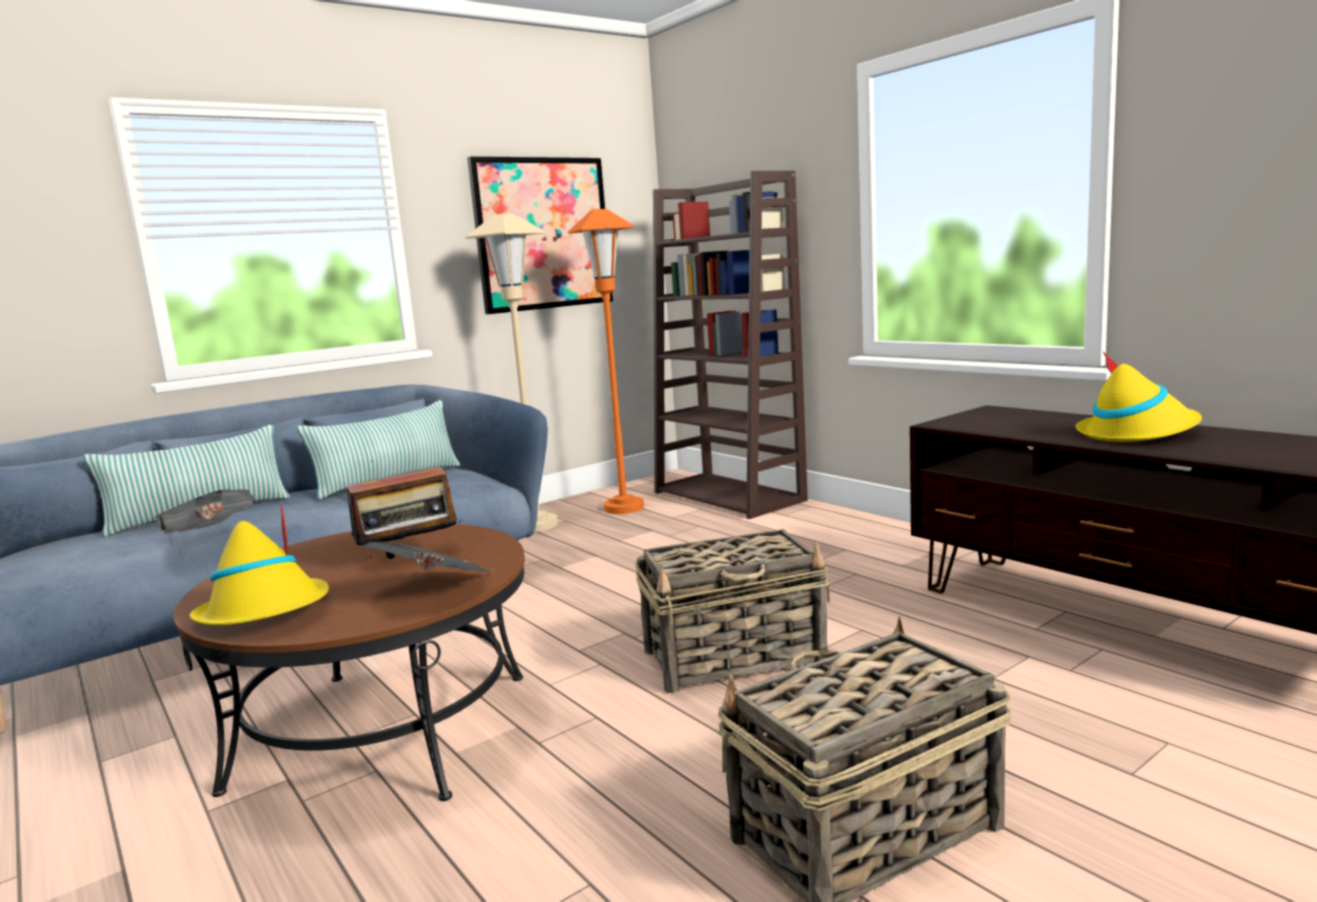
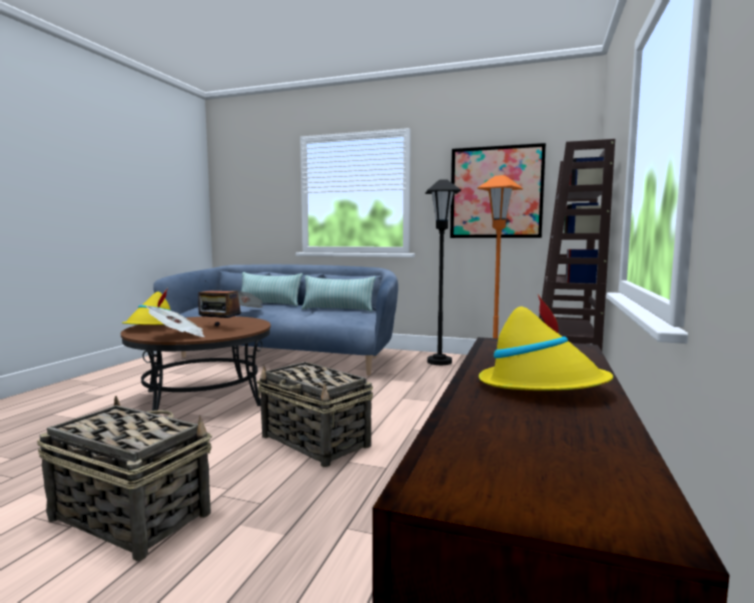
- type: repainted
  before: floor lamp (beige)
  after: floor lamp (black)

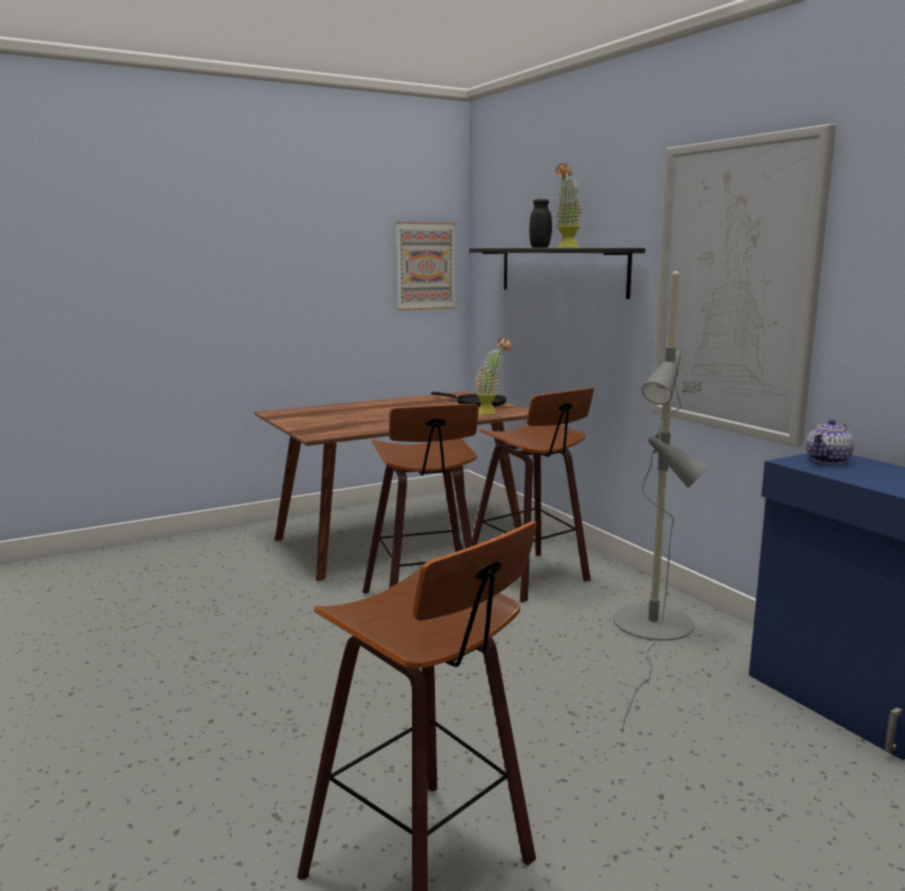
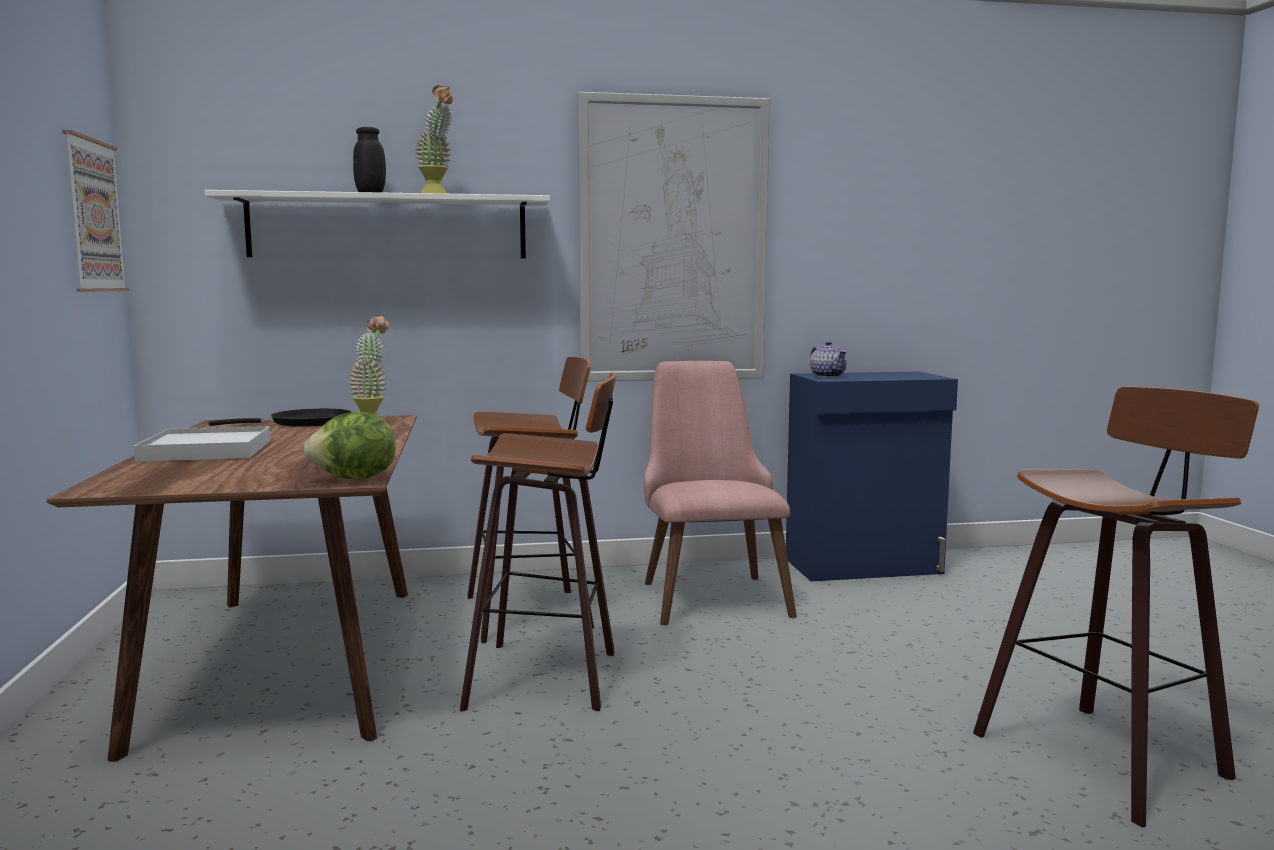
- type: repainted
  before: shelf (black)
  after: shelf (white)
- type: swapped
  before: floor lamp (grey)
  after: chair (pink)
- type: new
  after: tray (white)
- type: new
  after: lettuce

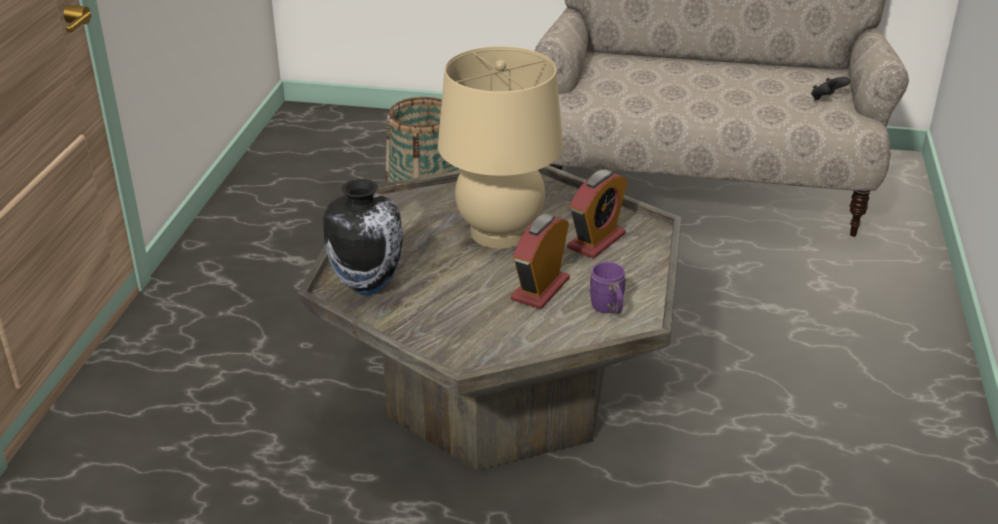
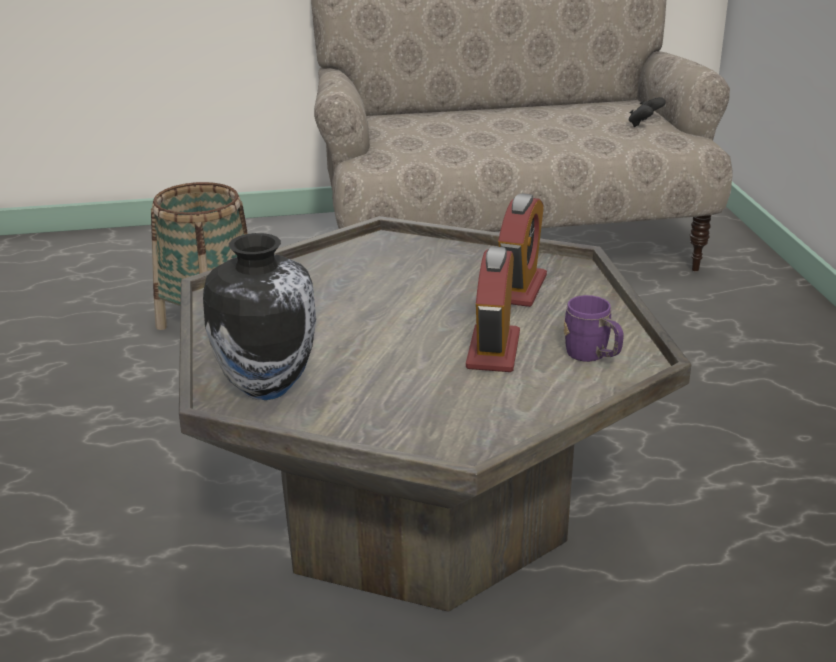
- type: gone
  before: table lamp (beige)

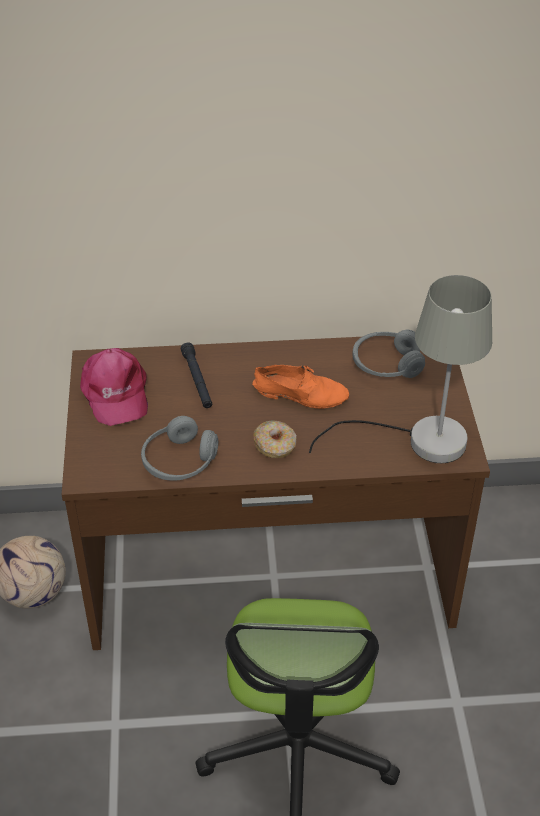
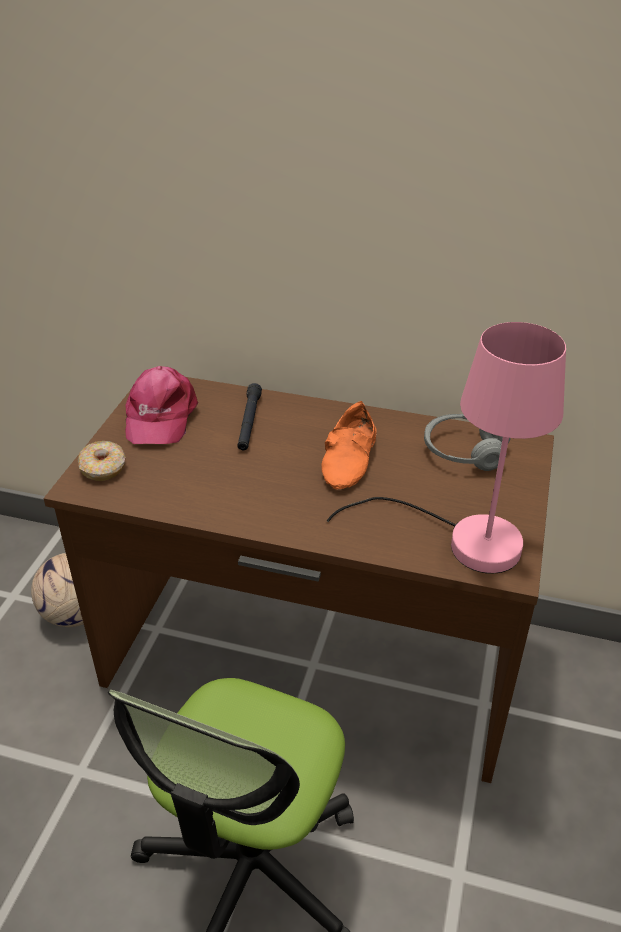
- type: gone
  before: headphones (grey) (no. 1 from left)
- type: rotated
  before: shoe (orange)
  turn: 75
- type: shifted
  before: donut
- type: repainted
  before: table lamp (grey)
  after: table lamp (pink)

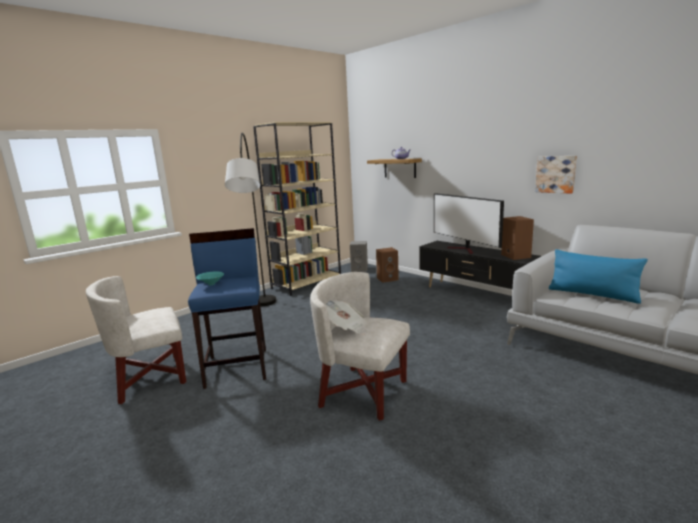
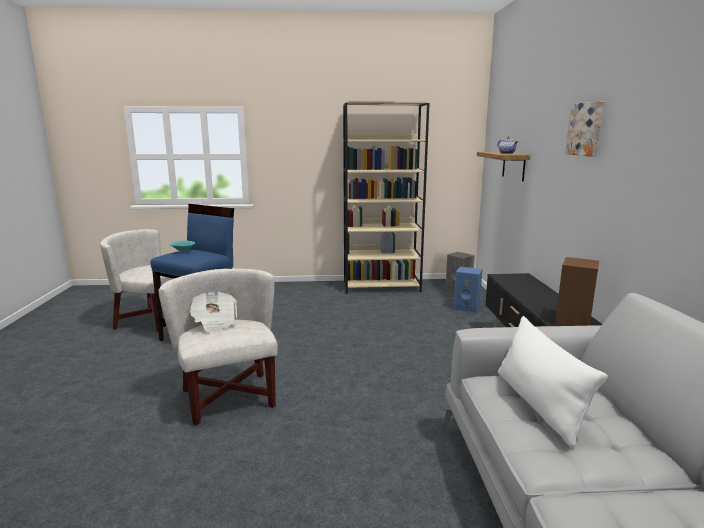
- type: gone
  before: floor lamp (grey)
- type: repainted
  before: speaker (brown) (no. 1 from left)
  after: speaker (blue)
- type: gone
  before: television
- type: shifted
  before: picture
- type: repainted
  before: pillow (blue)
  after: pillow (white)

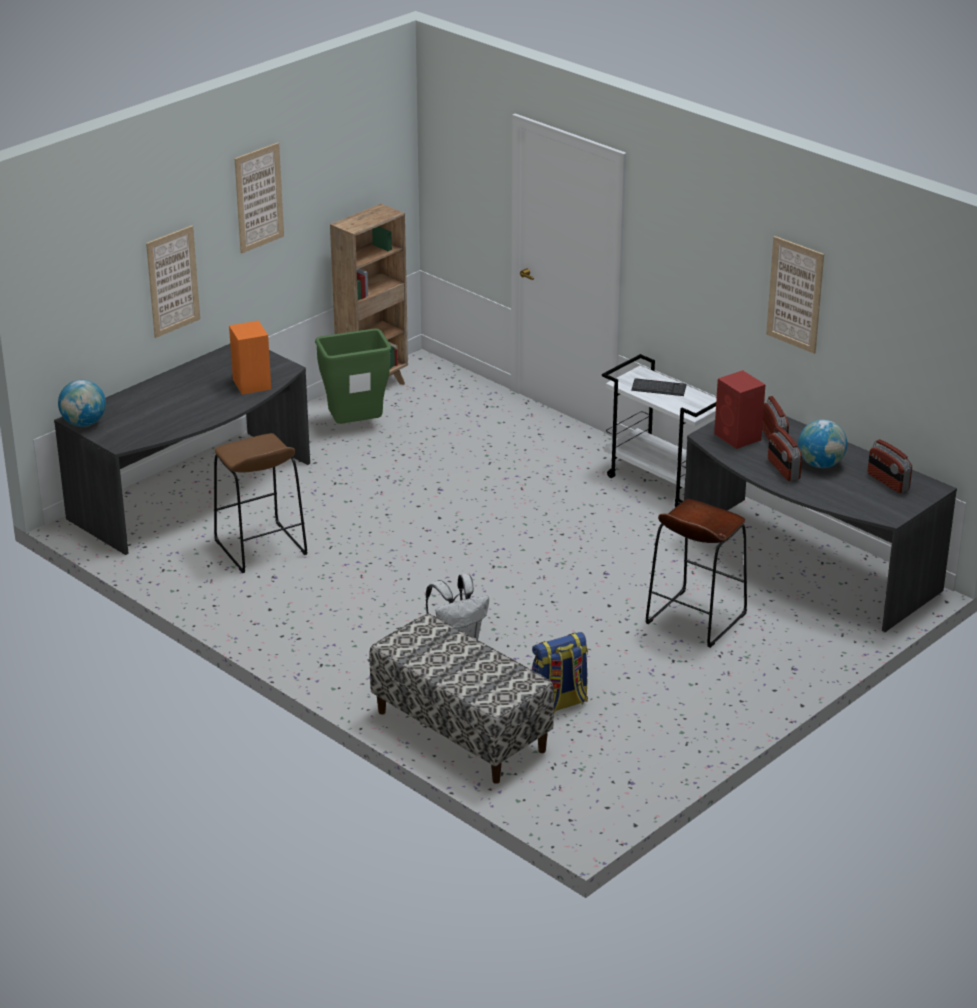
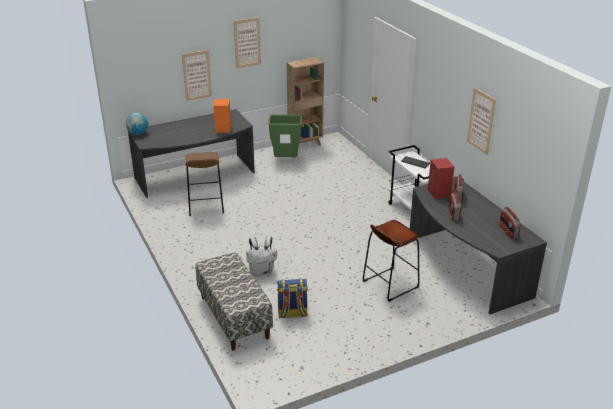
- type: gone
  before: globe (no. 2 from left)

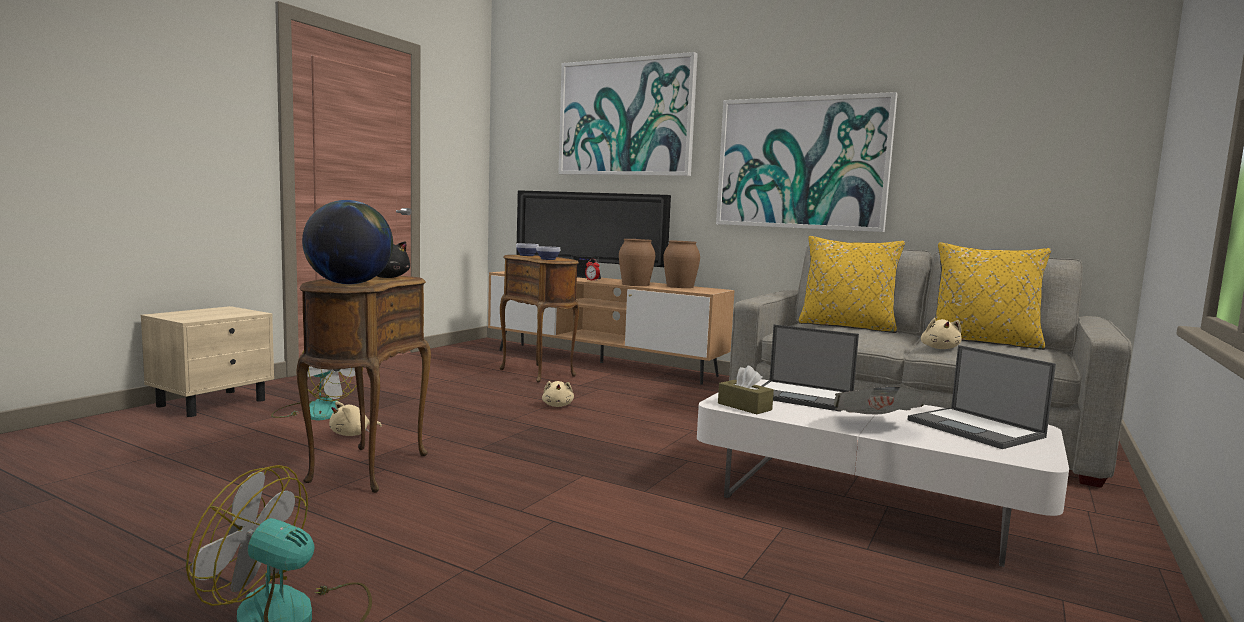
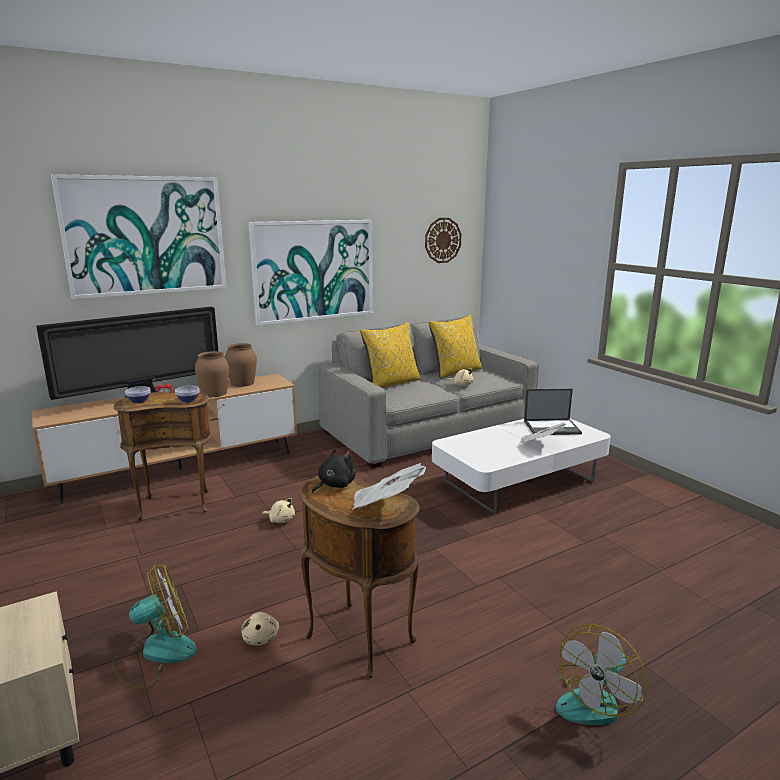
- type: swapped
  before: globe
  after: newspaper (no. 1 from left)
- type: gone
  before: tissue box (brown)
- type: gone
  before: laptop (no. 1 from left)
- type: new
  after: wall clock

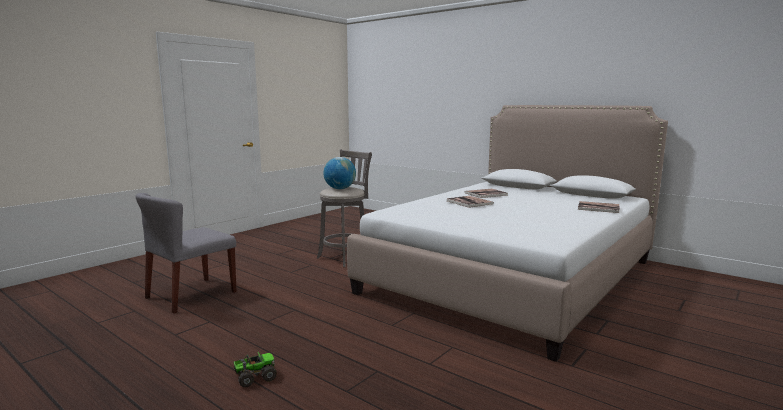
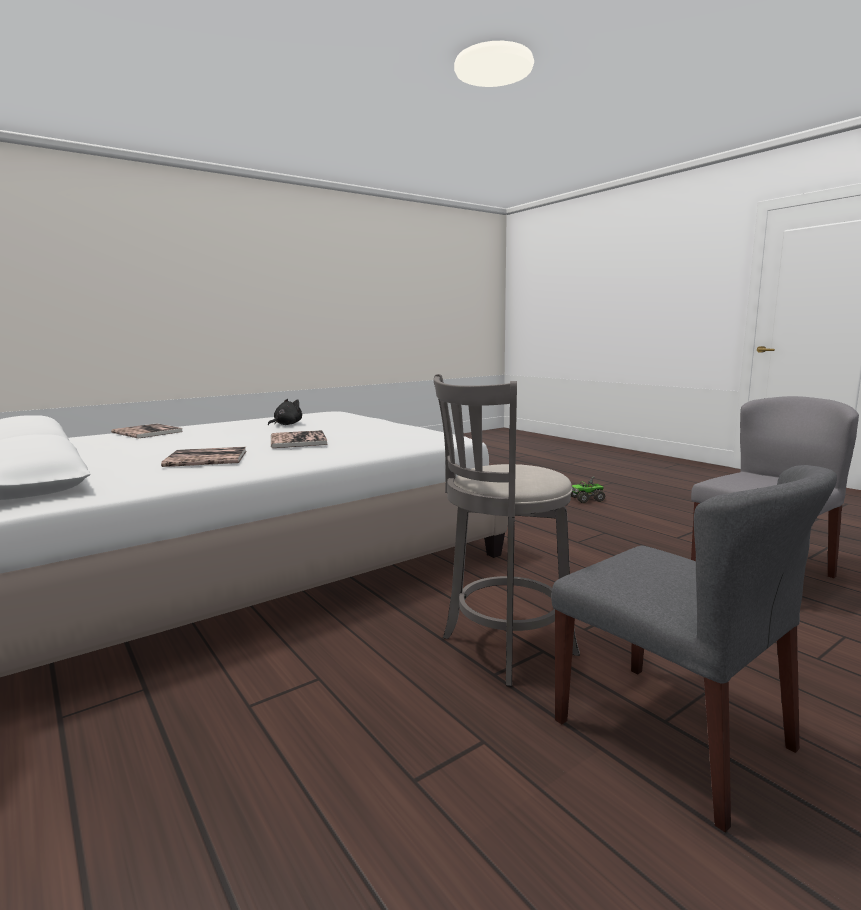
- type: gone
  before: globe
- type: new
  after: plush toy (black)
- type: new
  after: chair (grey) (no. 1 from left)

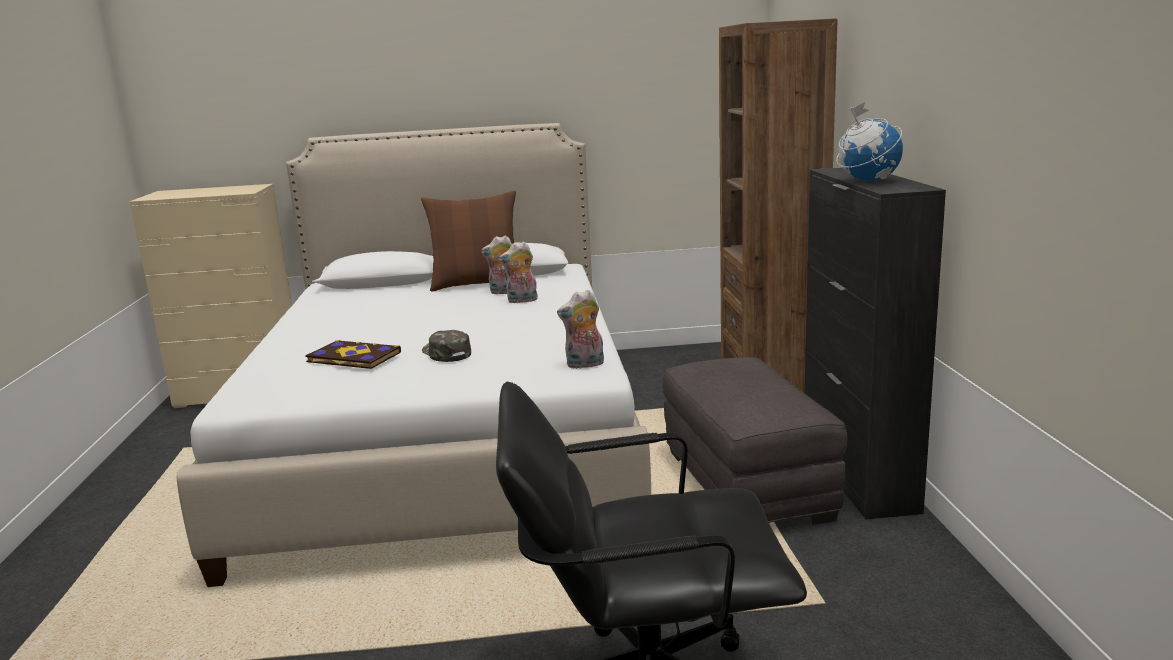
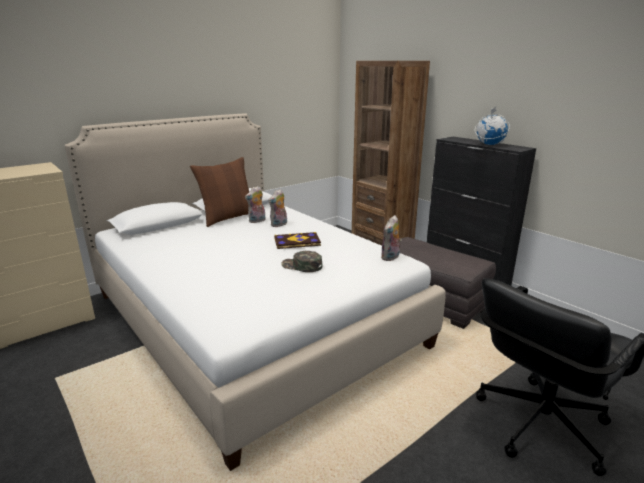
- type: shifted
  before: book

